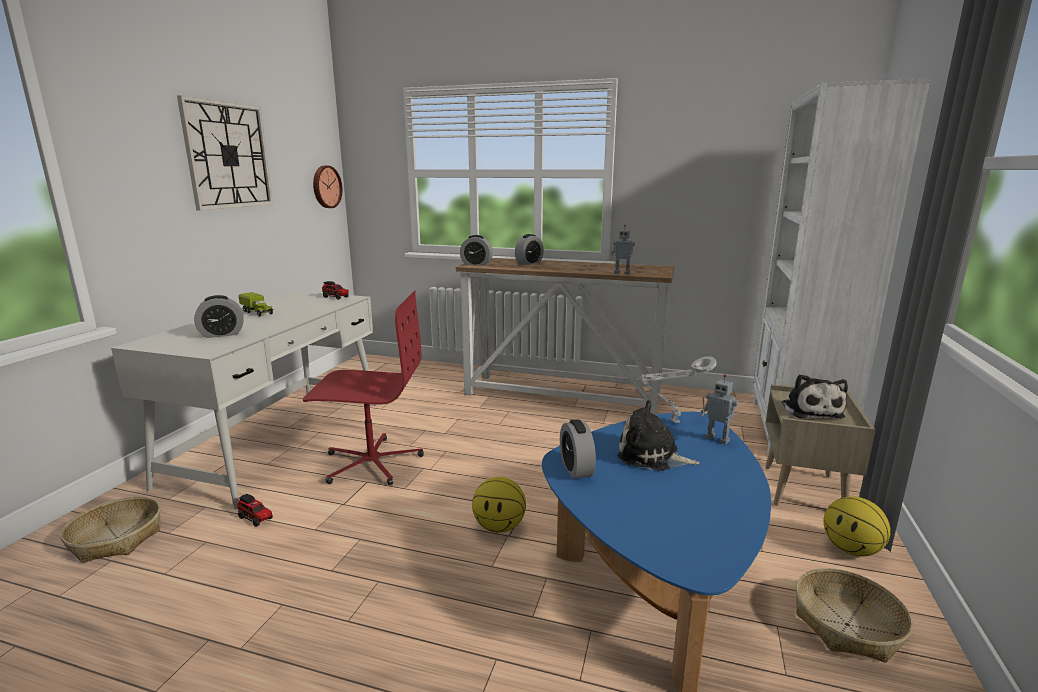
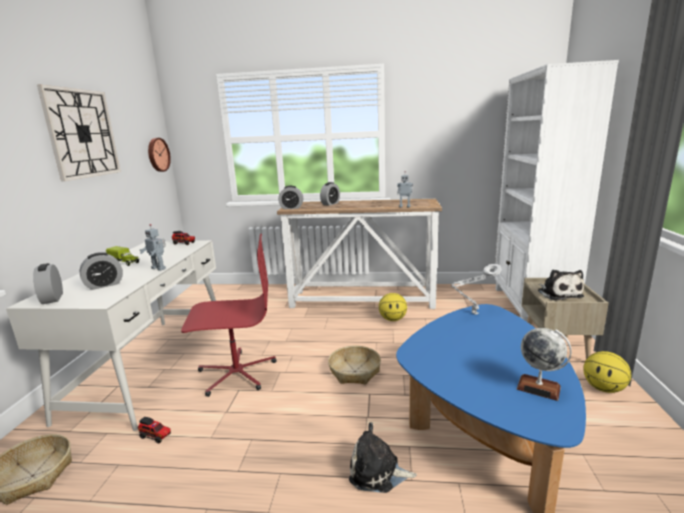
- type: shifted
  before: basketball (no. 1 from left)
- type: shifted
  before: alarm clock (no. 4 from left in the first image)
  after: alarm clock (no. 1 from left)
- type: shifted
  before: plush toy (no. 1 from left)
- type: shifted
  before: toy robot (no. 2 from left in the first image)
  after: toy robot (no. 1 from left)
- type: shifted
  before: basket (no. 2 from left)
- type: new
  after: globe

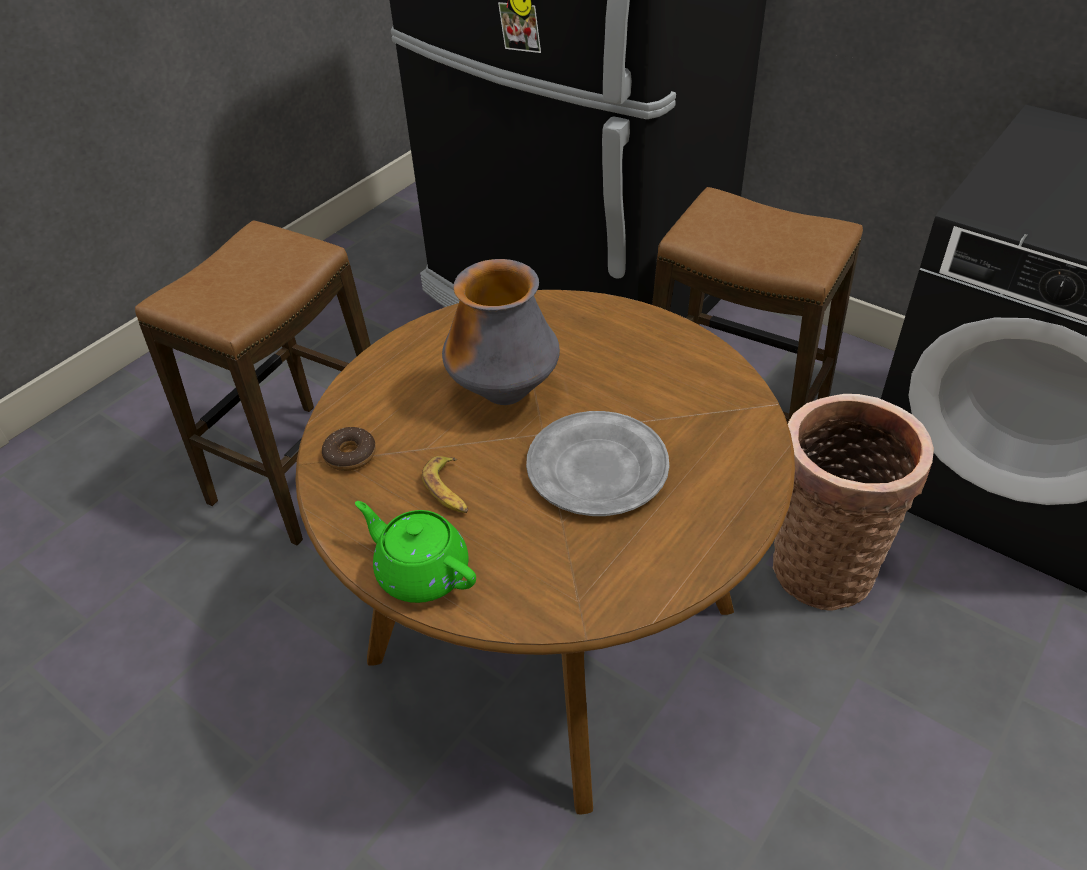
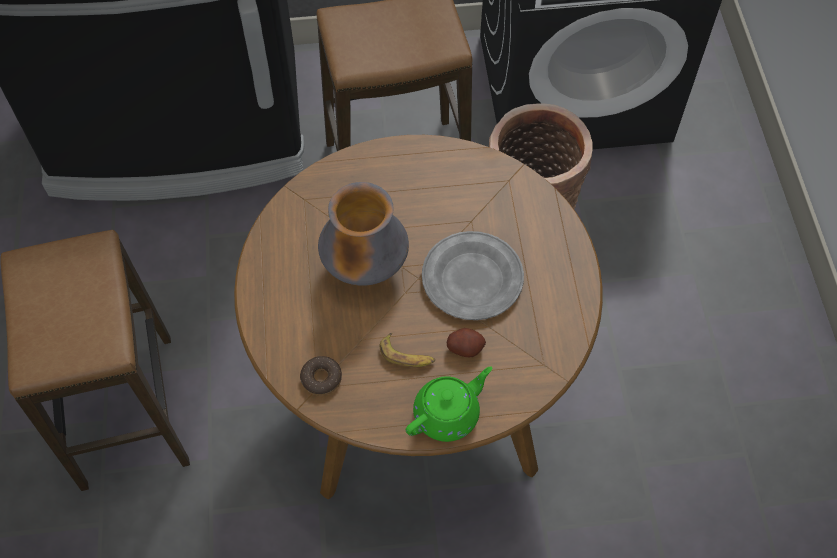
- type: rotated
  before: teapot (green)
  turn: 150
- type: new
  after: potato

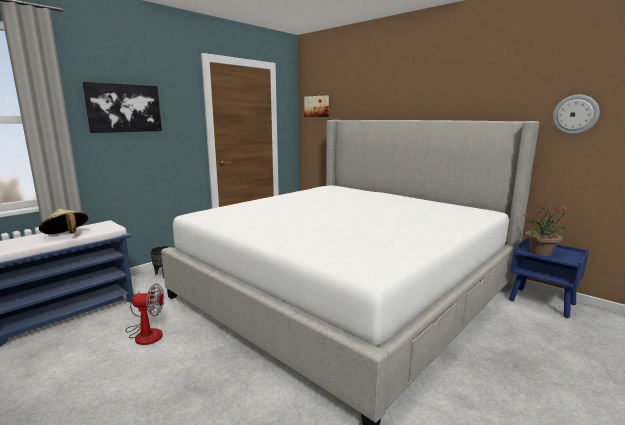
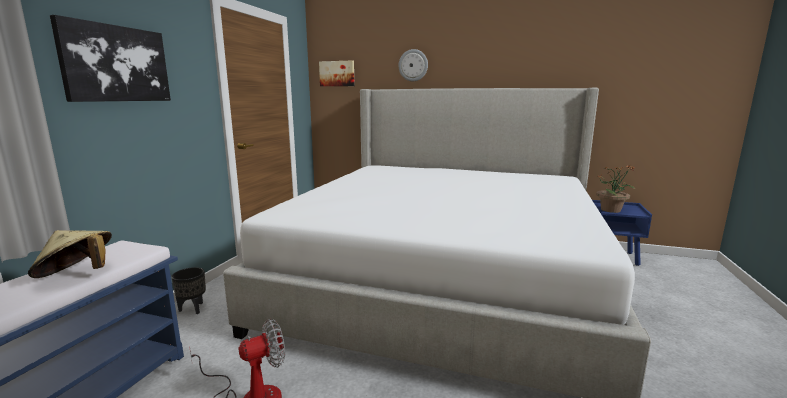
- type: shifted
  before: wall clock

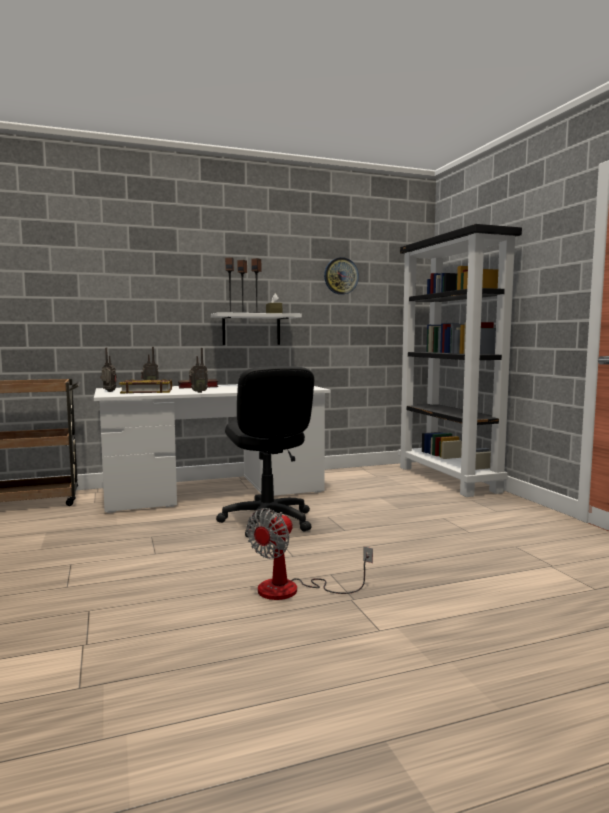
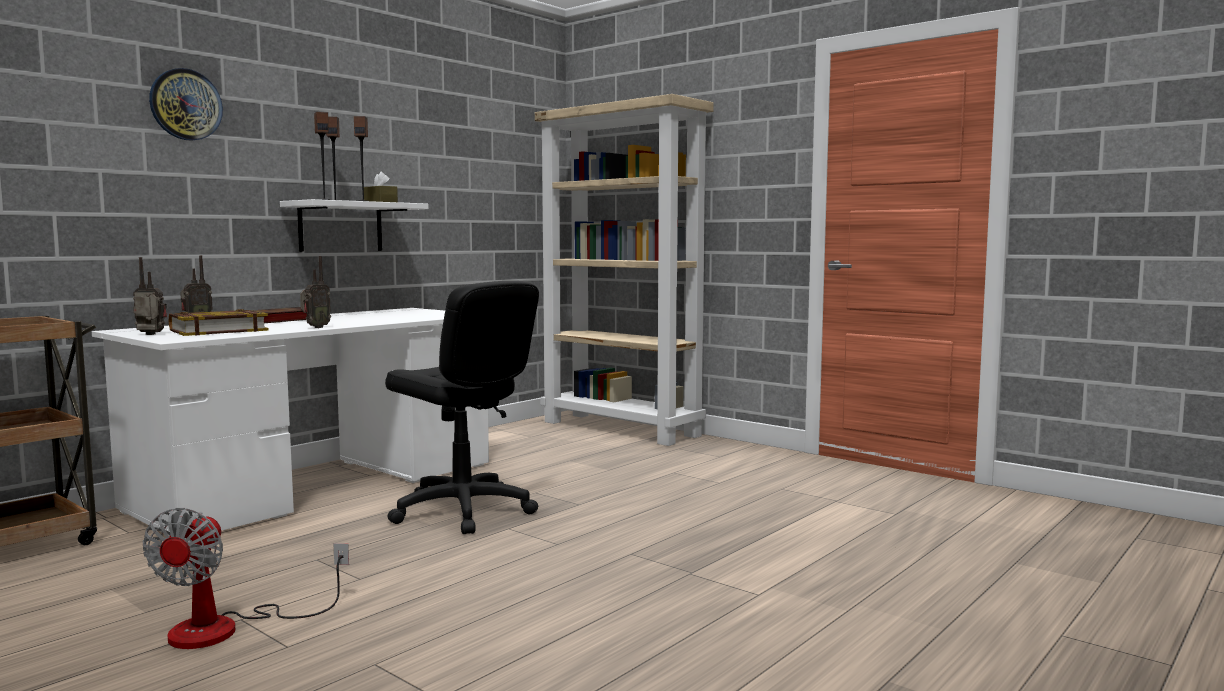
- type: shifted
  before: fan
- type: shifted
  before: wall clock
- type: repainted
  before: bookcase (black)
  after: bookcase (beige)

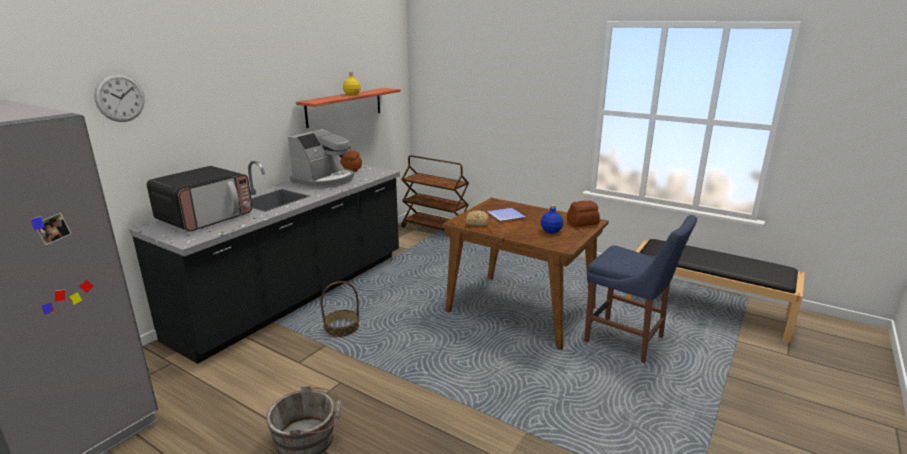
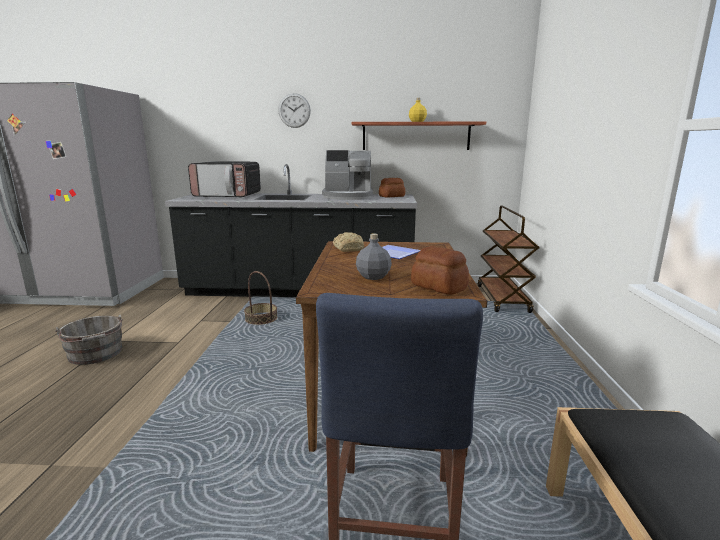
- type: shifted
  before: wall clock
- type: repainted
  before: bottle (blue)
  after: bottle (grey)

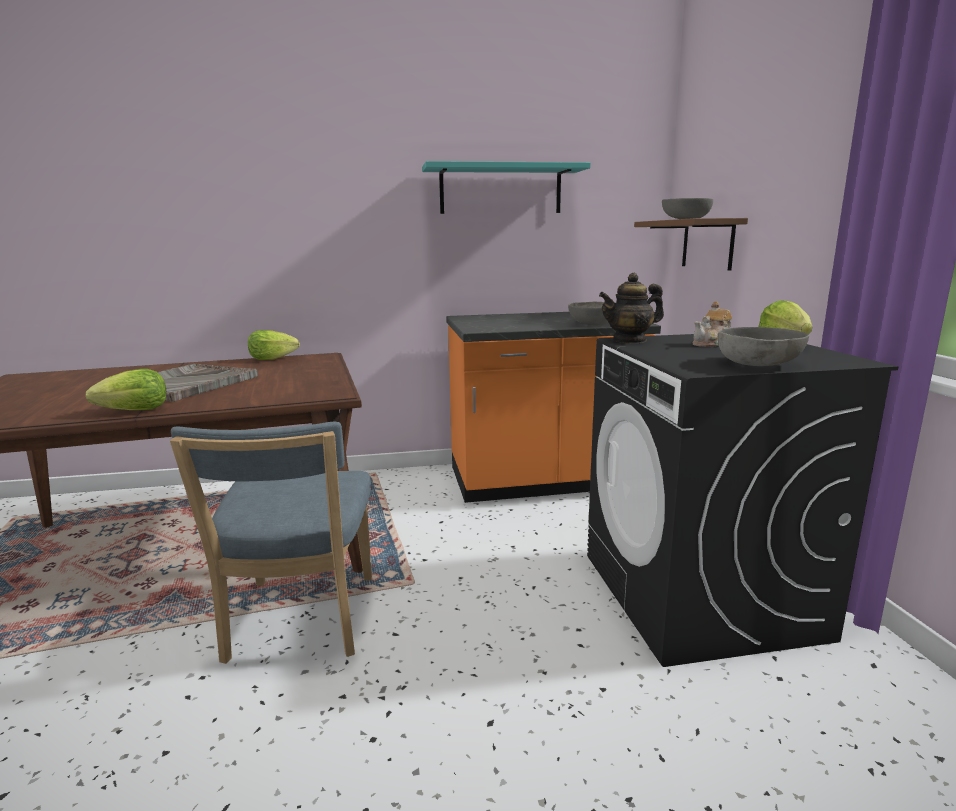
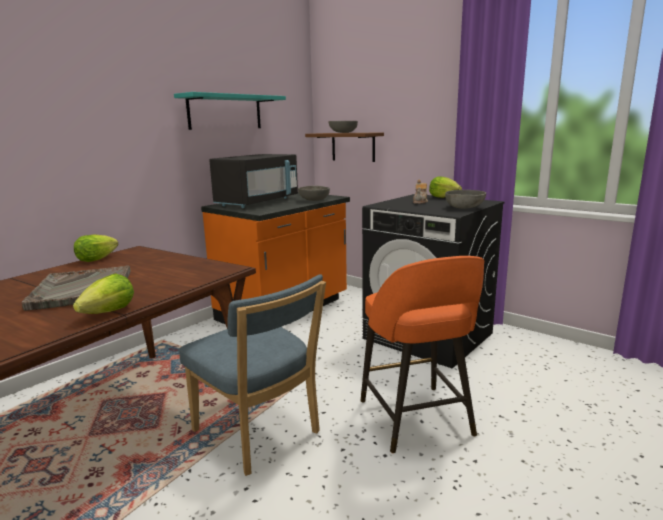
- type: gone
  before: teapot (no. 1 from left)
- type: new
  after: microwave (black)
- type: new
  after: stool (orange)

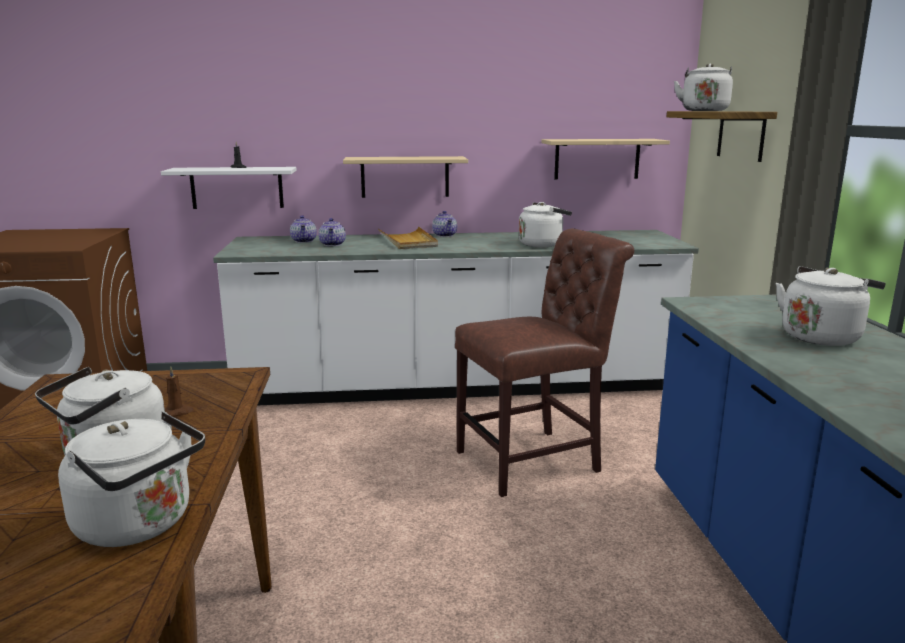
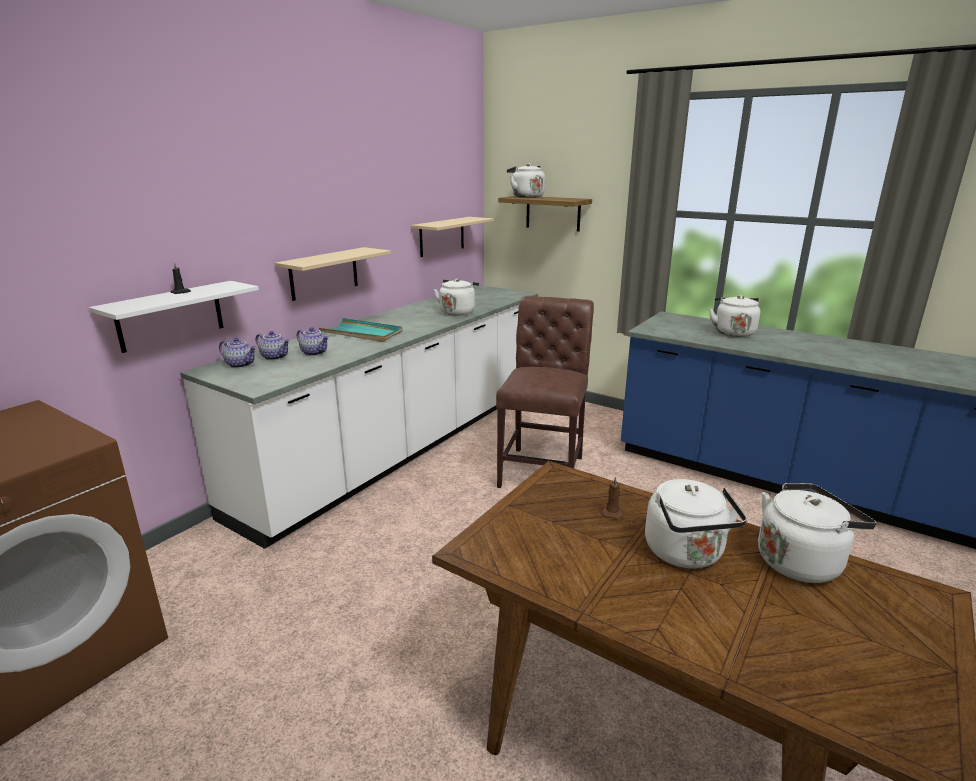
- type: repainted
  before: tray (beige)
  after: tray (turquoise)
- type: shifted
  before: teapot (no. 3 from left in the first image)
  after: teapot (no. 1 from left)

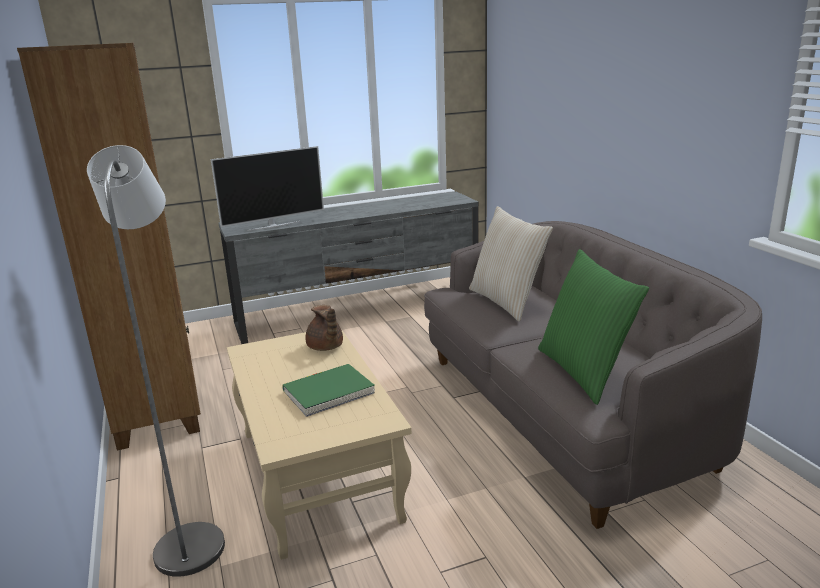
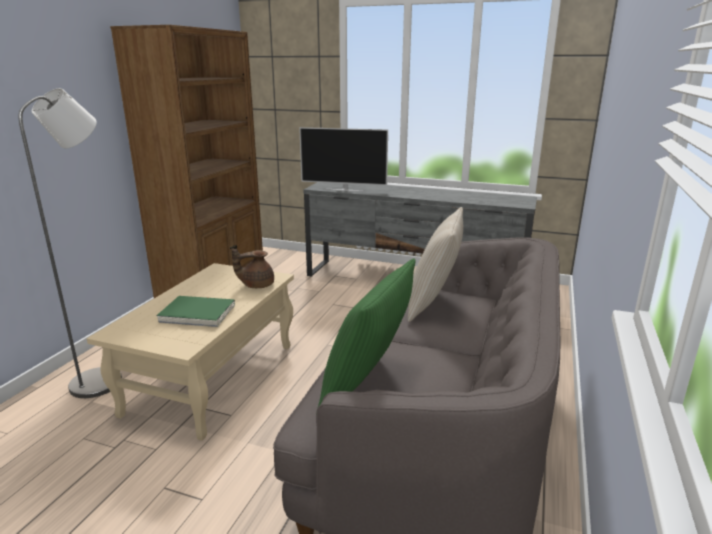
- type: rotated
  before: teapot (brown)
  turn: 60

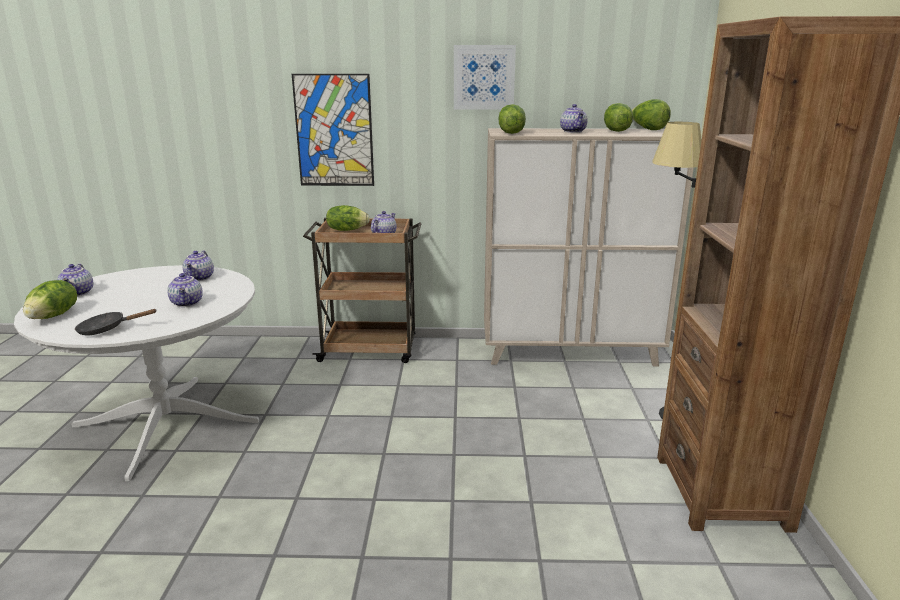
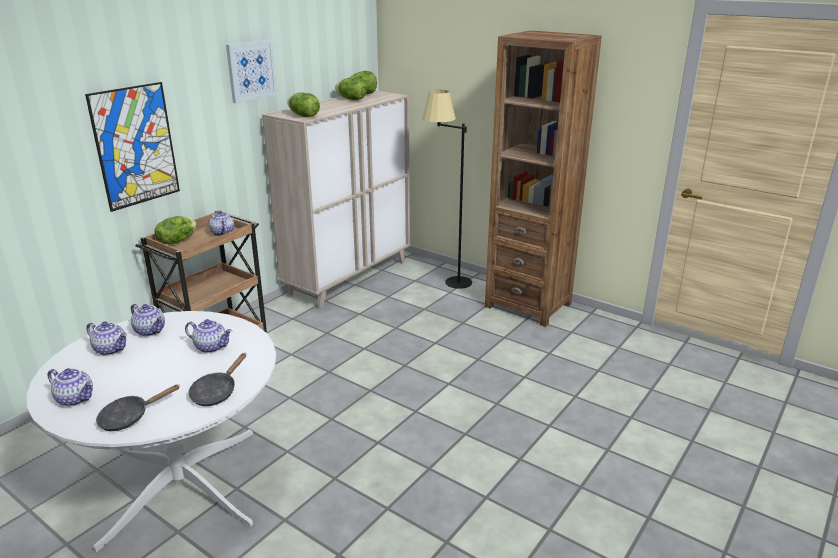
- type: swapped
  before: lettuce (no. 1 from left)
  after: frying pan (black) (no. 1 from left)
- type: shifted
  before: teapot (no. 5 from left in the first image)
  after: teapot (no. 2 from left)

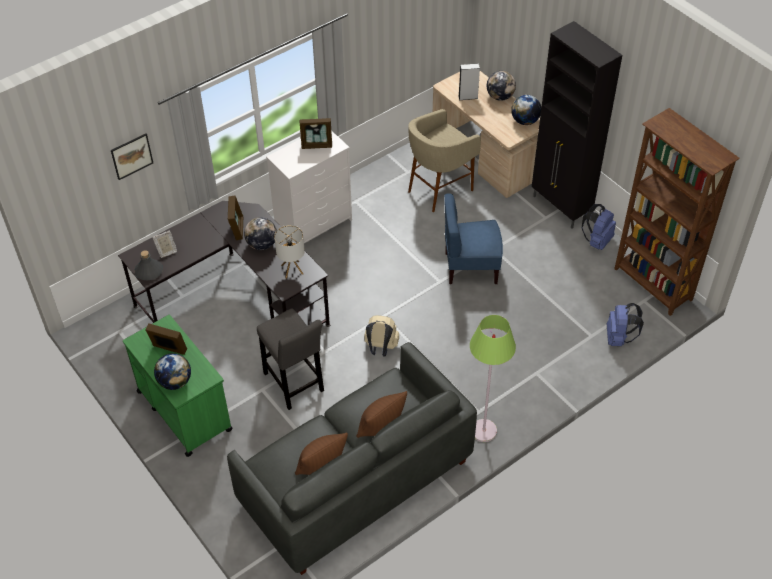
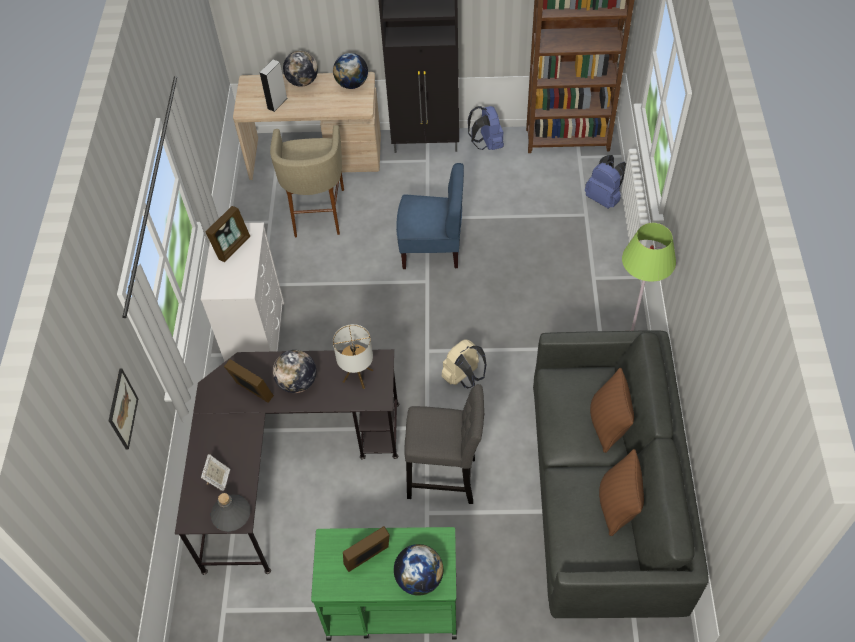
- type: rotated
  before: chair (blue)
  turn: -120

